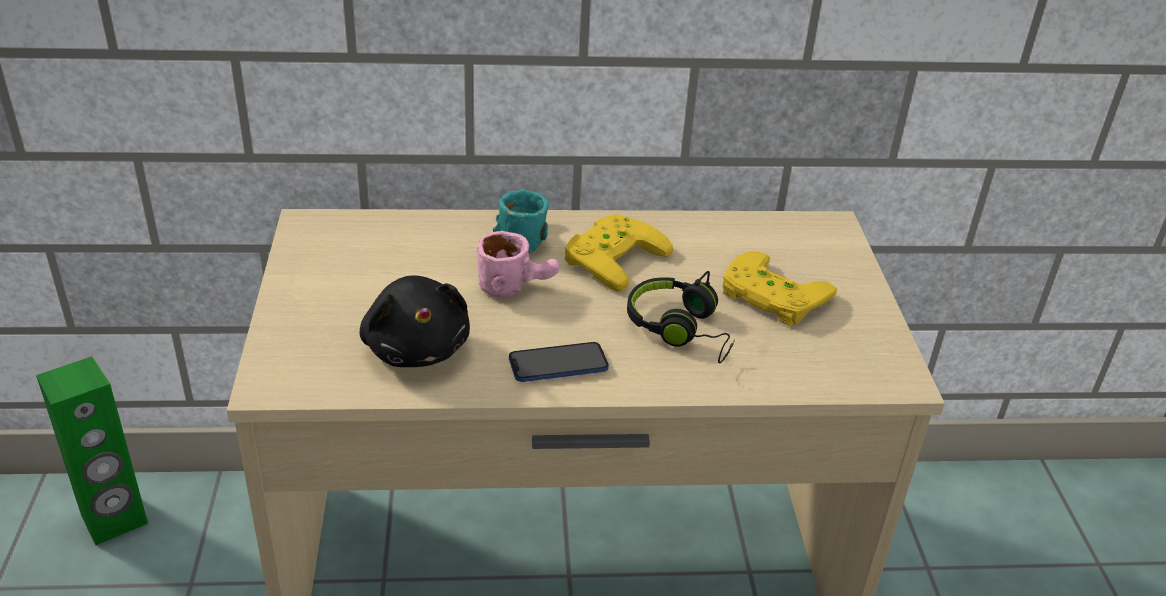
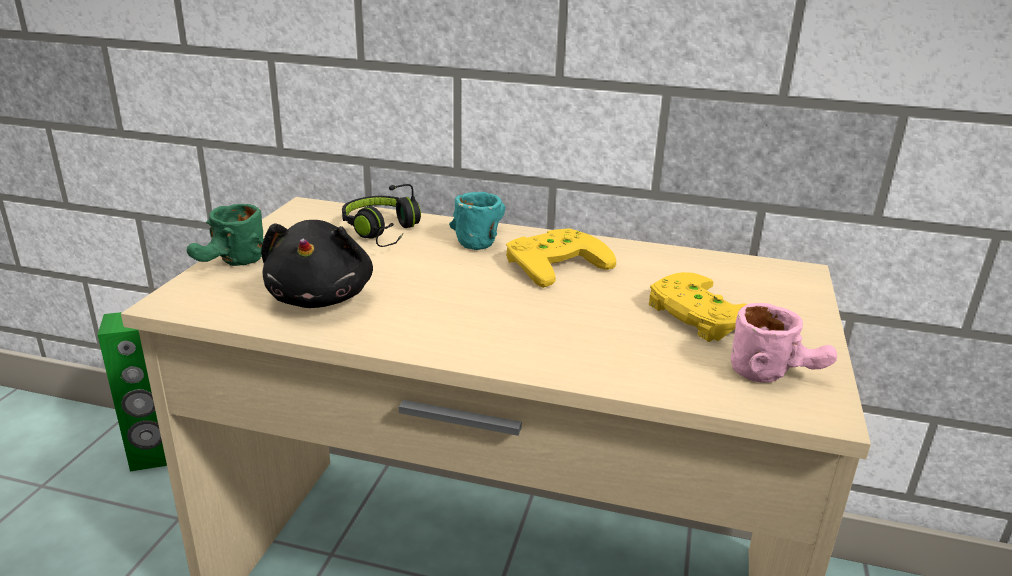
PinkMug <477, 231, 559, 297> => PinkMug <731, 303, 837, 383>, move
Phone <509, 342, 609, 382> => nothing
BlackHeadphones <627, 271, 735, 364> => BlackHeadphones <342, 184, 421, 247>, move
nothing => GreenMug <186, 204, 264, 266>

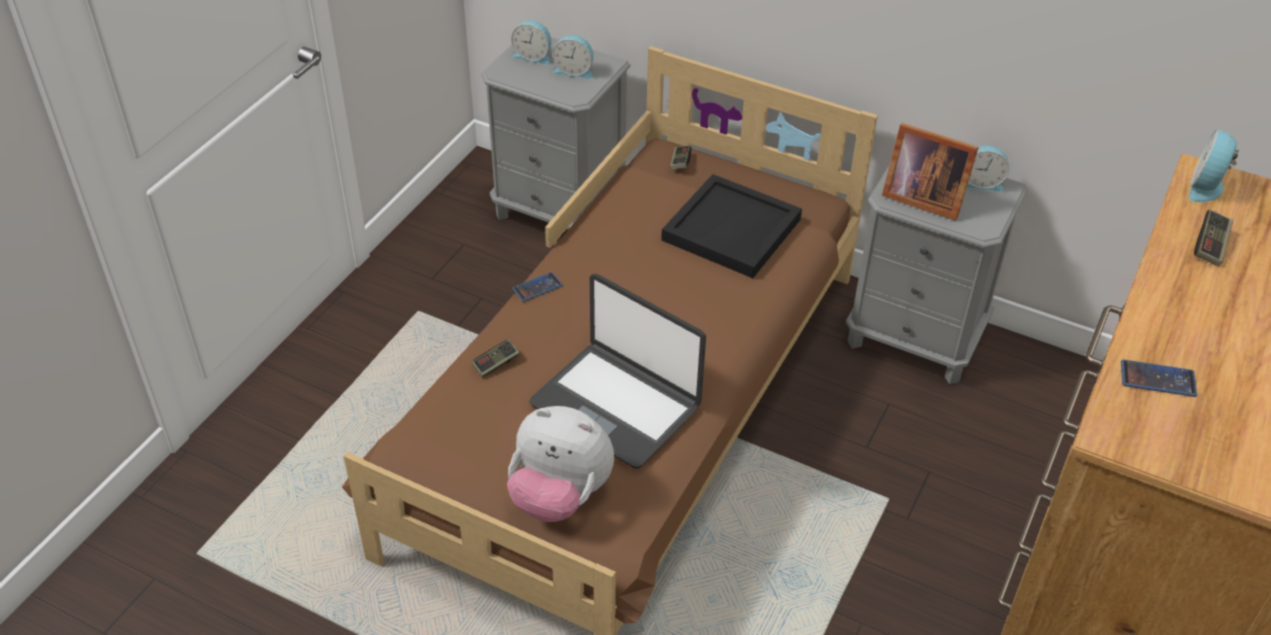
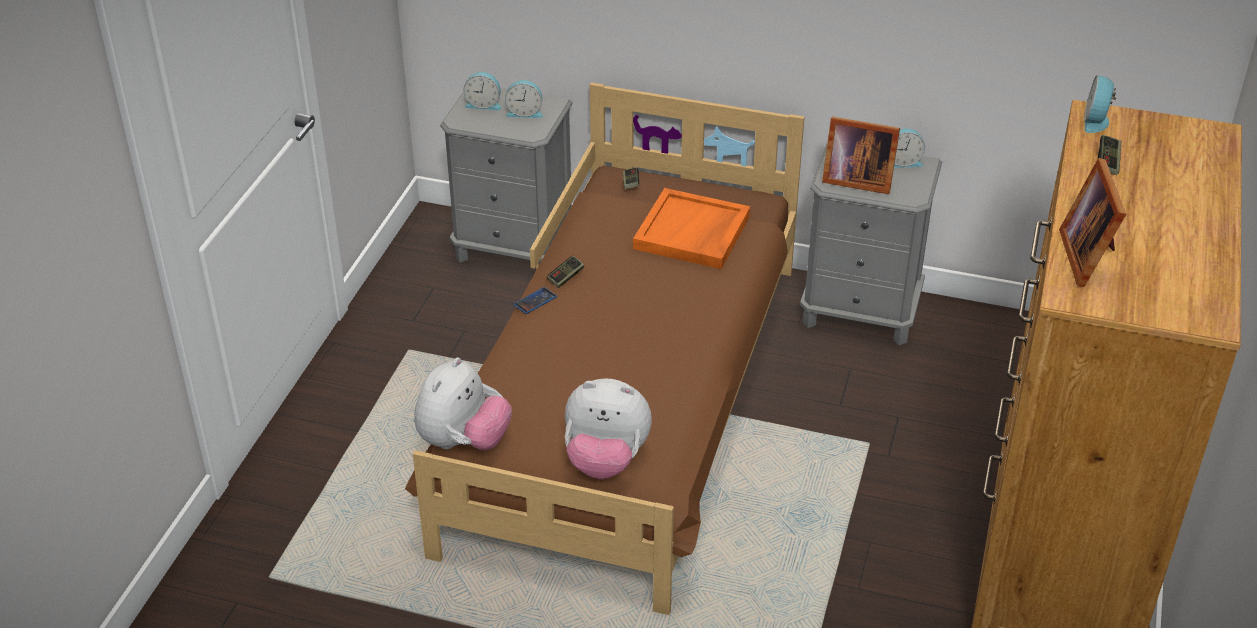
GameController <472, 339, 520, 378> => GameController <547, 256, 584, 288>, move
Laptop <529, 274, 706, 469> => nothing
BlackTray <661, 174, 802, 278> => OrangeTray <633, 188, 750, 269>
Phone <1121, 359, 1197, 397> => PictureFrame <1059, 158, 1126, 287>
nothing => PlushToy <414, 357, 512, 450>

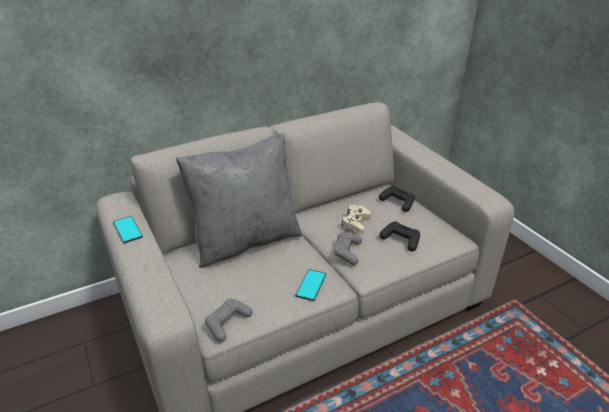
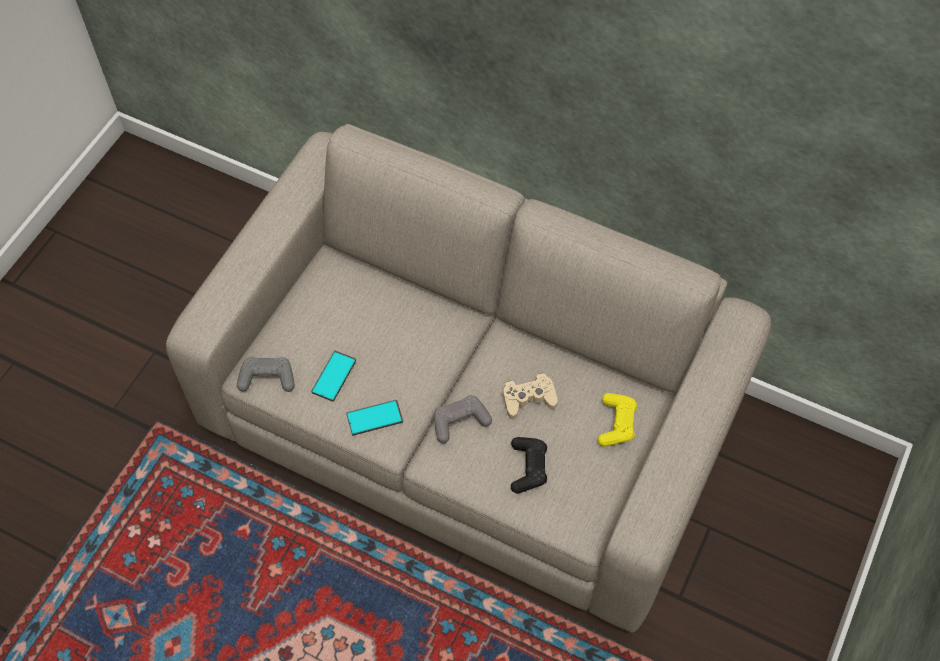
Phone <113, 216, 143, 244> => Phone <311, 351, 356, 402>, move
GreyPillow <176, 133, 302, 268> => nothing
BlackGameController <379, 186, 415, 212> => YellowGameController <598, 393, 637, 447>

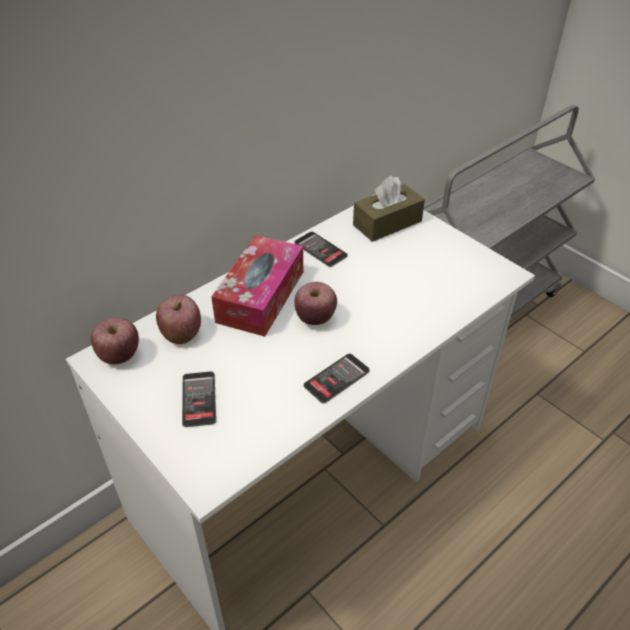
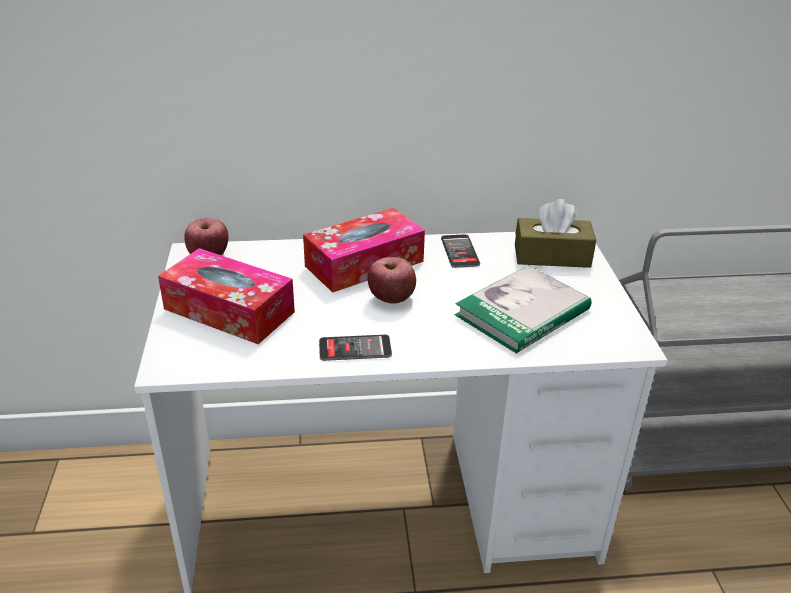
Apple <156, 294, 201, 344> => nothing
Phone <182, 371, 216, 427> => TissueBox <158, 248, 295, 344>
nothing => Book <455, 265, 591, 353>

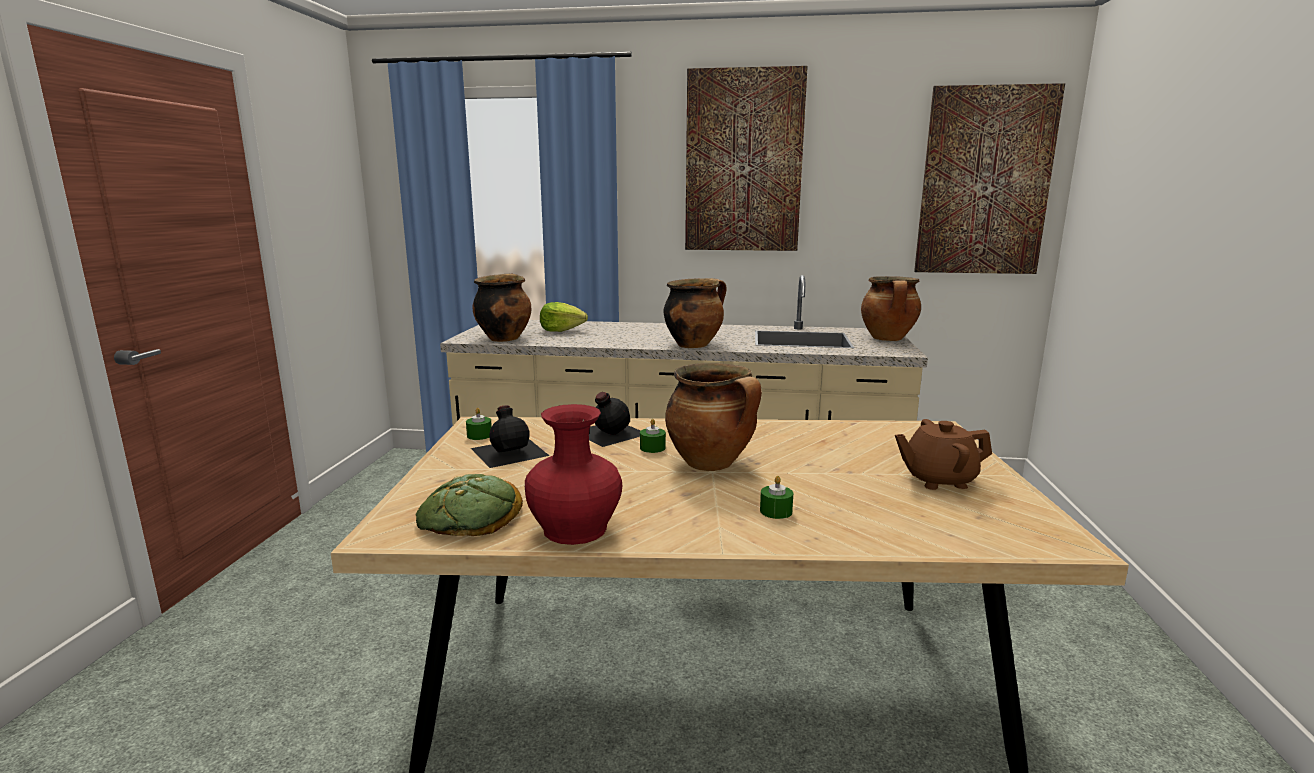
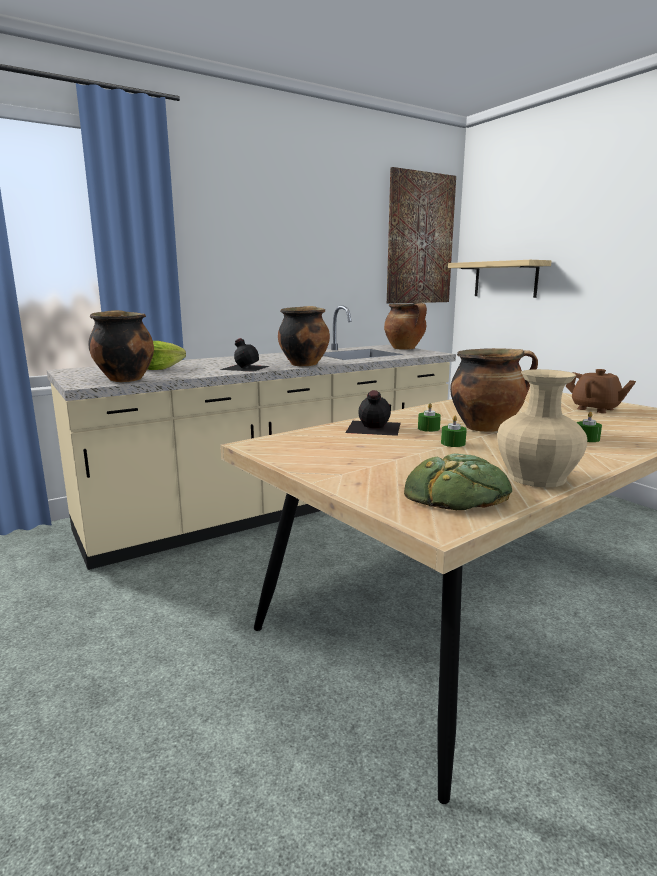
GreenCandle <466, 408, 492, 440> => GreenCandle <441, 416, 467, 447>, move
BlackBottle <471, 405, 550, 468> => BlackBottle <220, 338, 269, 372>, move
RedVase <525, 404, 622, 545> => BeigeVase <497, 369, 587, 488>
Picture <685, 66, 808, 251> => nothing
BrownTeapot <895, 419, 992, 490> => BrownTeapot <566, 369, 636, 413>, 90 degrees counterclockwise
nothing => Shelf <448, 260, 552, 298>

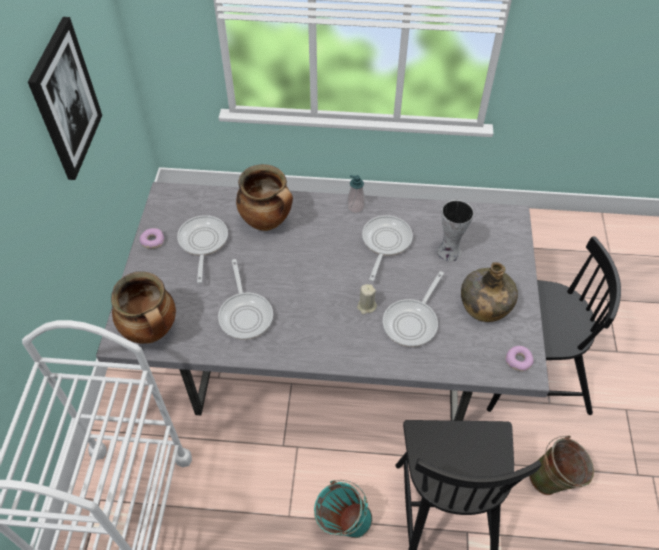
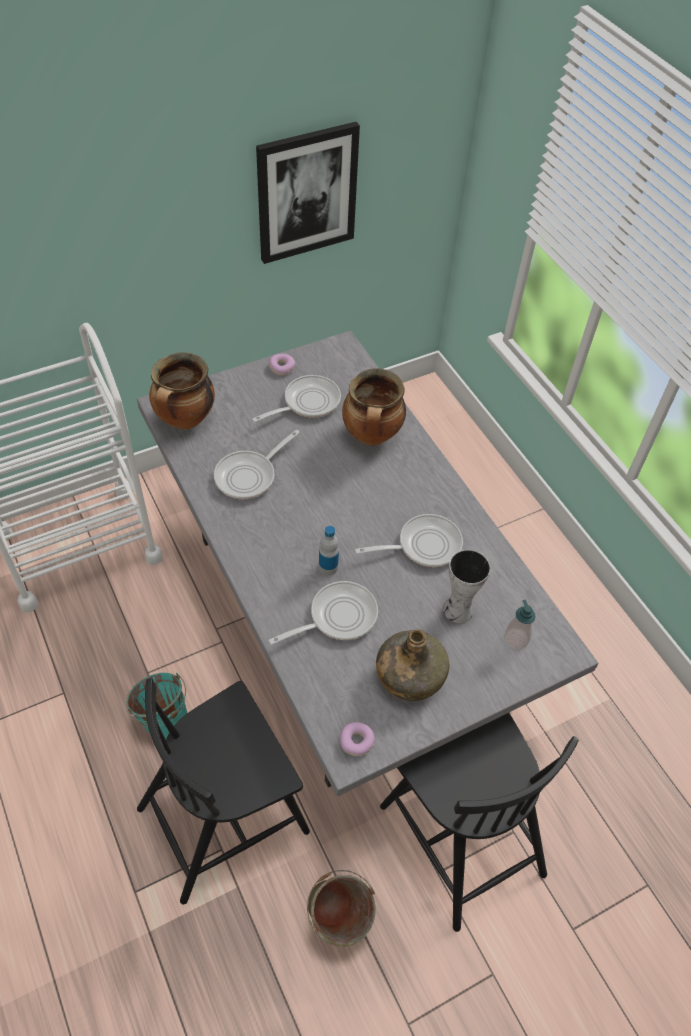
SoapDispenser <347, 175, 365, 213> => SoapDispenser <504, 600, 536, 650>, move
BeigeCandle <357, 284, 377, 314> => Bottle <319, 526, 339, 576>
FryingPan <383, 271, 444, 347> => FryingPan <269, 581, 378, 645>, 150 degrees clockwise

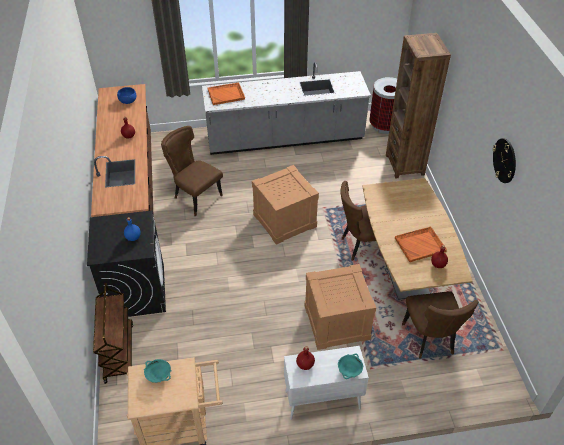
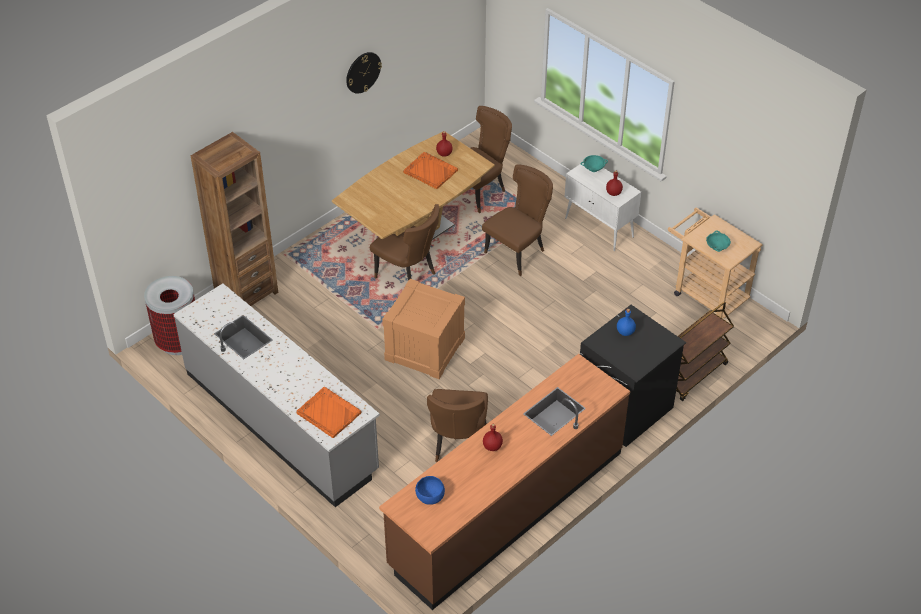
Crate <305, 264, 376, 350> => BrownChair <482, 165, 553, 276>

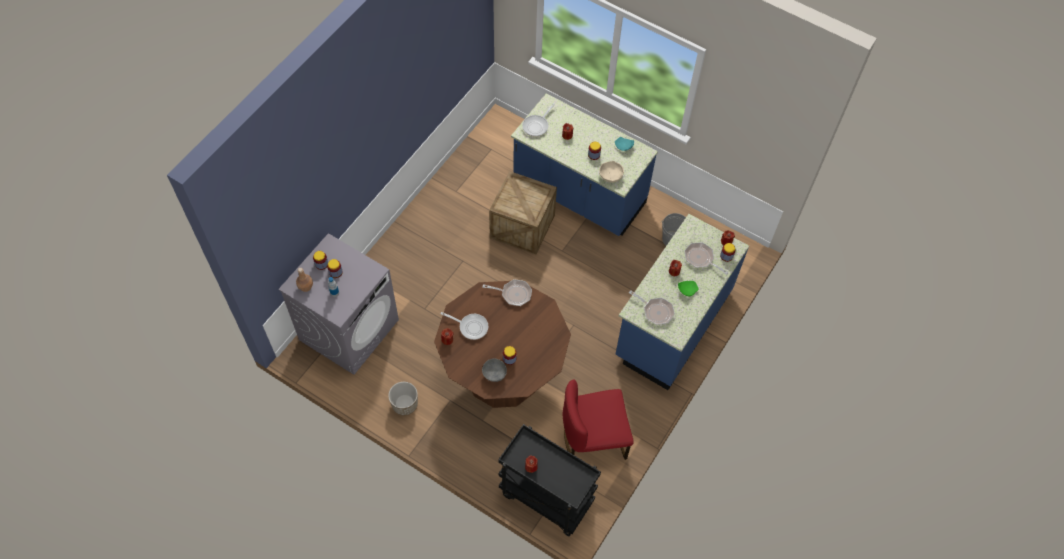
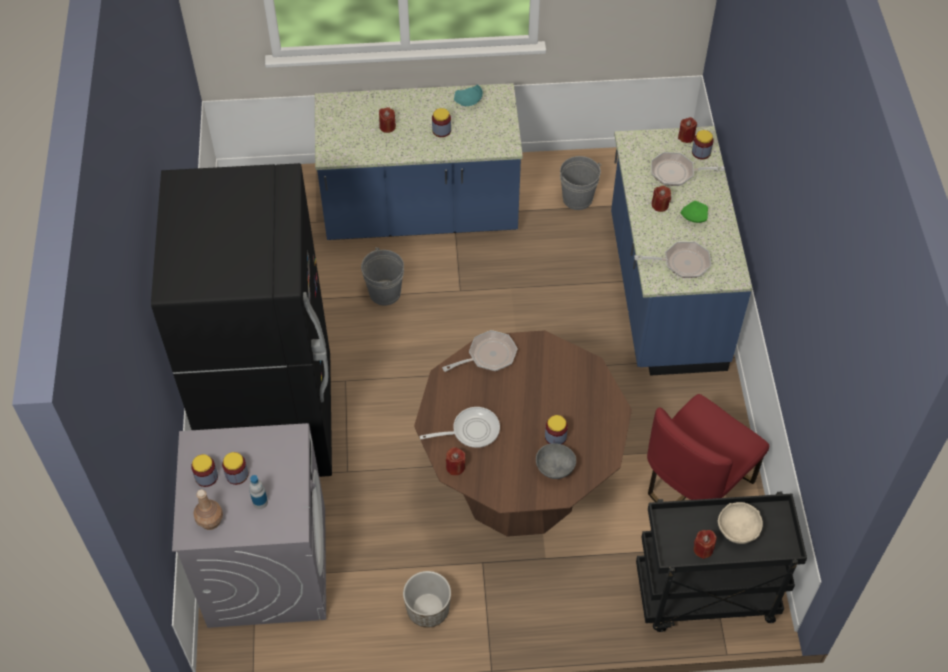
Crate <489, 171, 557, 255> => GreyBucket <361, 248, 404, 306>
FryingPan <522, 103, 555, 137> => nothing
BeigeBowl <599, 161, 624, 183> => BeigeBowl <718, 502, 763, 544>, move
nothing => BlackFridge <151, 163, 332, 477>

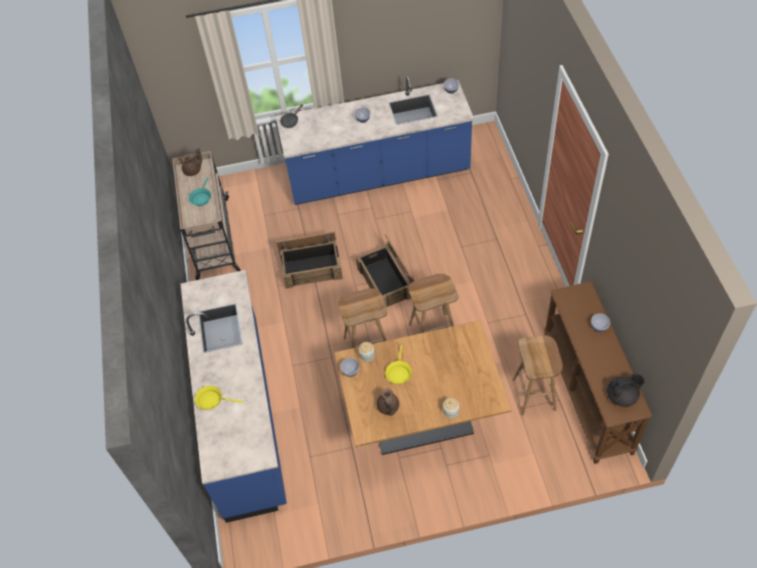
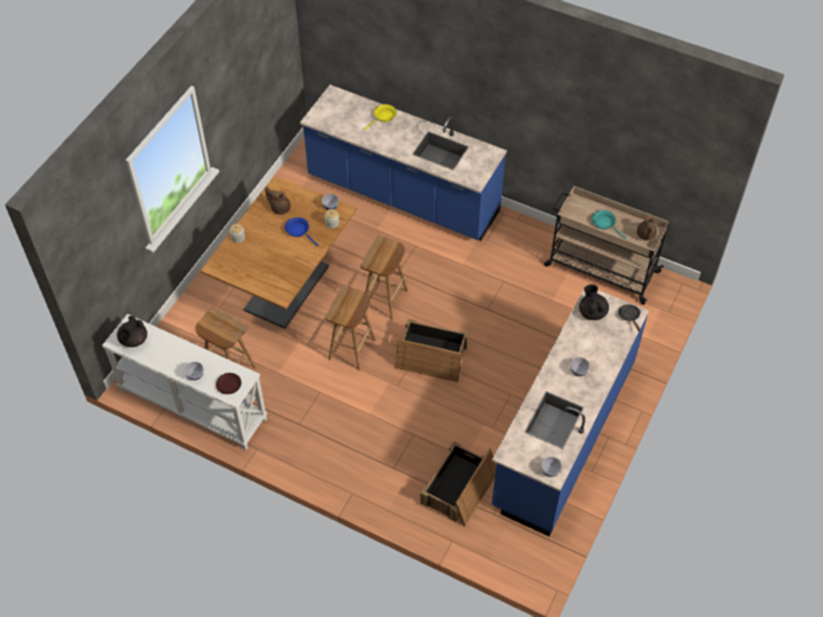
Crate <276, 231, 343, 289> => Crate <420, 441, 496, 526>, move
YellowFryingPan <385, 345, 412, 384> => BlueFryingPan <285, 217, 319, 246>
BrownConsoleTable <544, 281, 652, 464> => WhiteConsoleTable <102, 314, 267, 451>
nothing => BrownPlate <216, 373, 241, 394>
nothing => BlackTeapot <579, 284, 609, 320>

